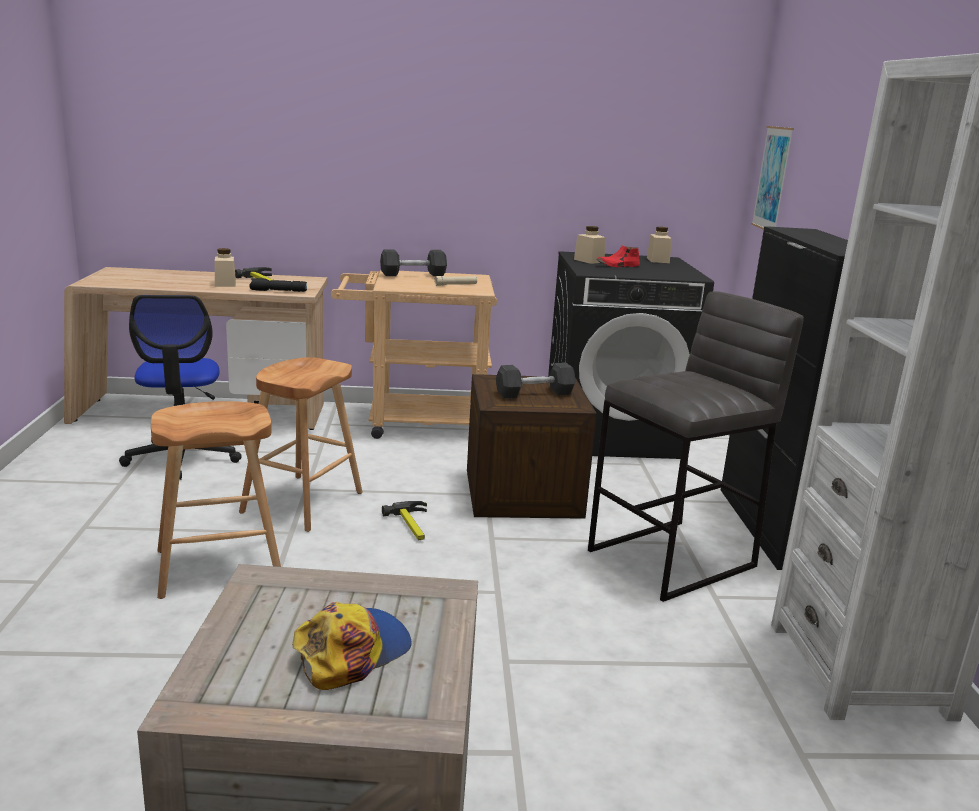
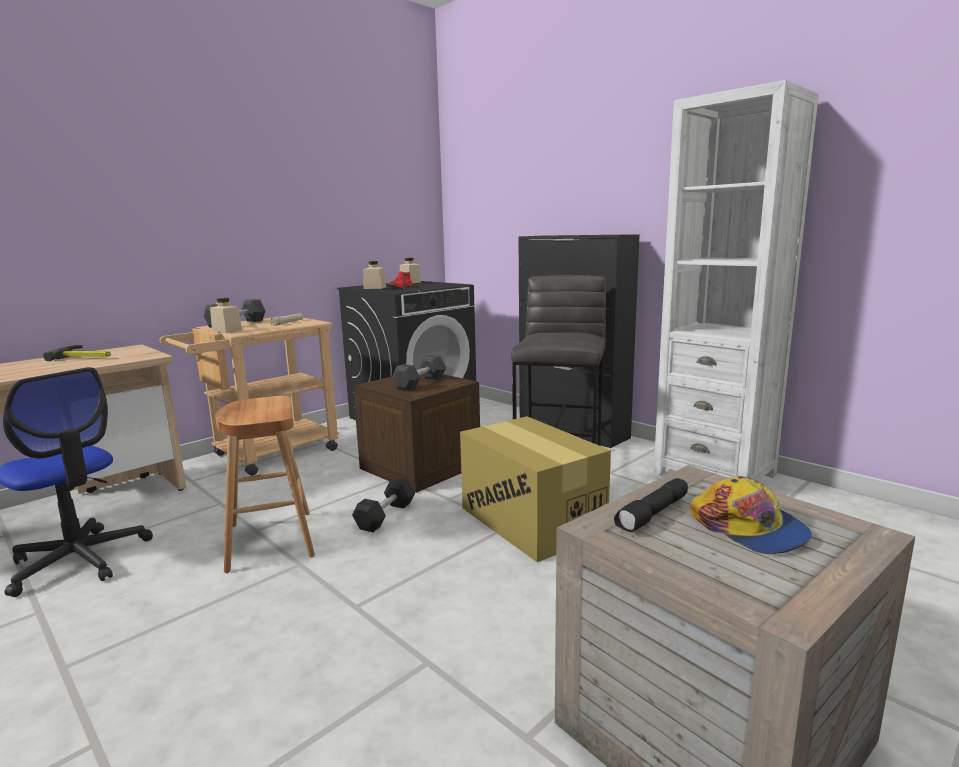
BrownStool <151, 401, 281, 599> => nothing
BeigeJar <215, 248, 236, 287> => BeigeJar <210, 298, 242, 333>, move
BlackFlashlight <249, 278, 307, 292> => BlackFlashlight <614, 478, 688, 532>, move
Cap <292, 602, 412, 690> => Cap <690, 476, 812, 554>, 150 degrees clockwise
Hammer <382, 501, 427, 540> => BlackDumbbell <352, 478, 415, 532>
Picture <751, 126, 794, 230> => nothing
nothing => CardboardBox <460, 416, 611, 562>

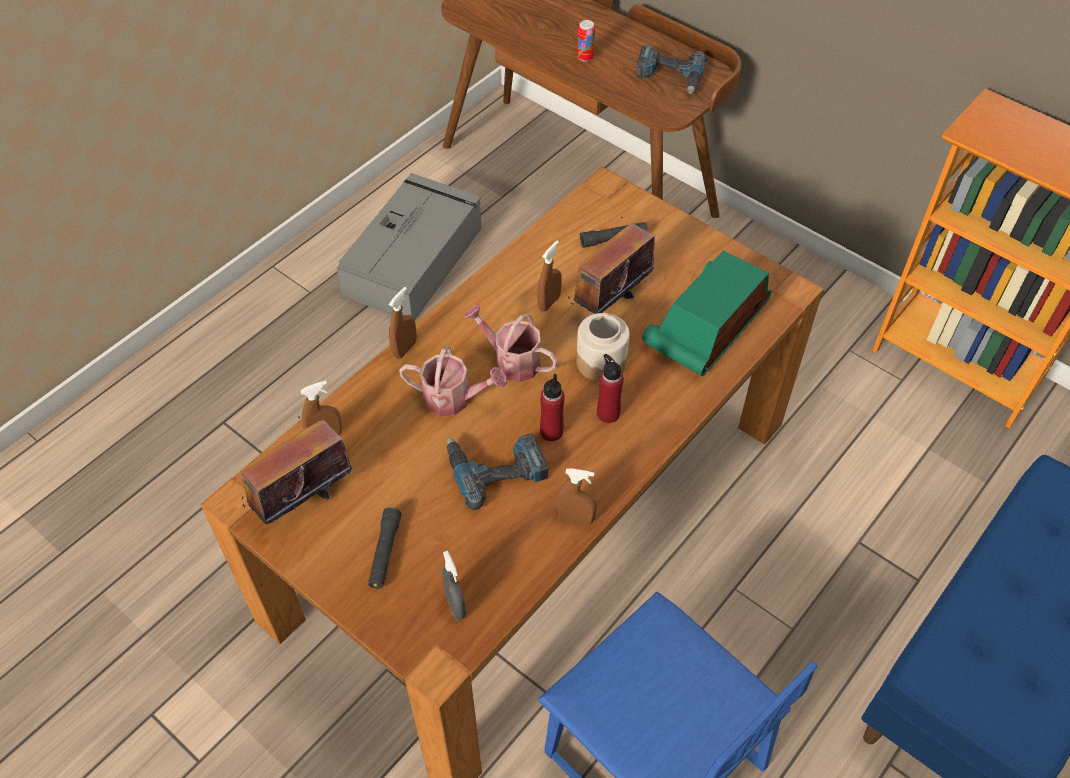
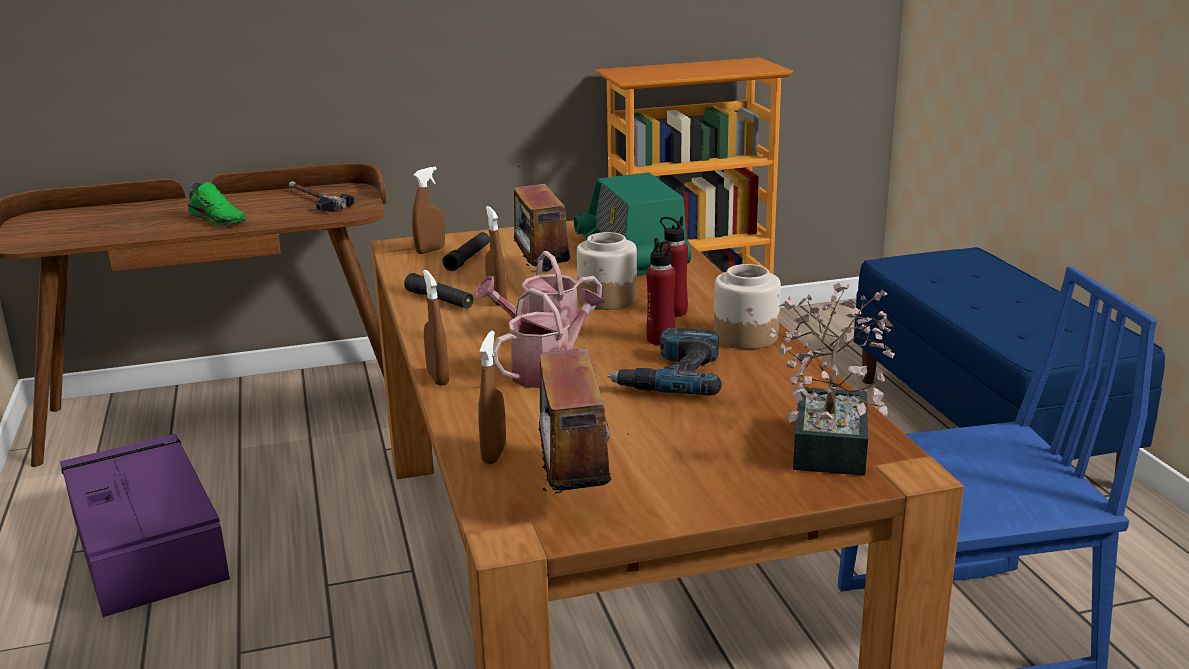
GreyStorageBox <336, 173, 481, 320> => PurpleStorageBox <60, 434, 230, 617>
BlackFlashlight <368, 507, 402, 589> => BlackFlashlight <404, 273, 474, 309>, move
GreySprayBottle <442, 551, 466, 620> => PottedPlant <770, 283, 895, 476>
BrownSprayBottle <556, 468, 597, 525> => BrownSprayBottle <412, 167, 445, 254>, move
Can <577, 20, 595, 62> => GreenShoe <188, 182, 246, 226>
PowerDrill <636, 45, 706, 94> => Hammer <289, 181, 355, 212>
nothing => Jar <714, 264, 781, 349>

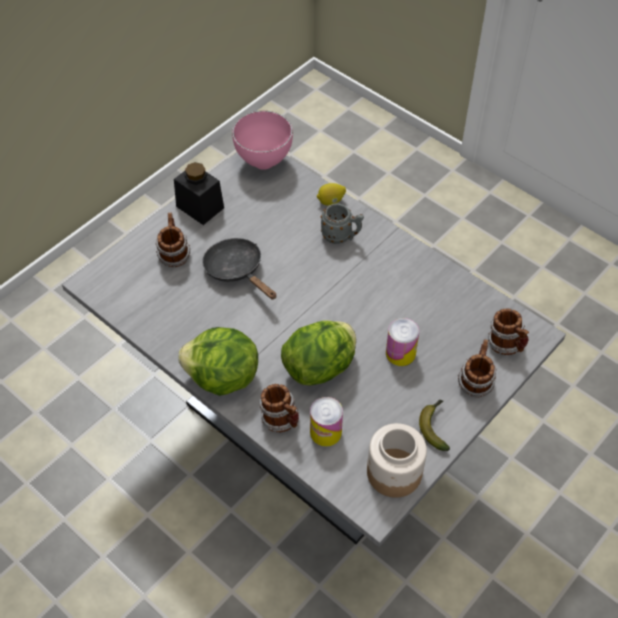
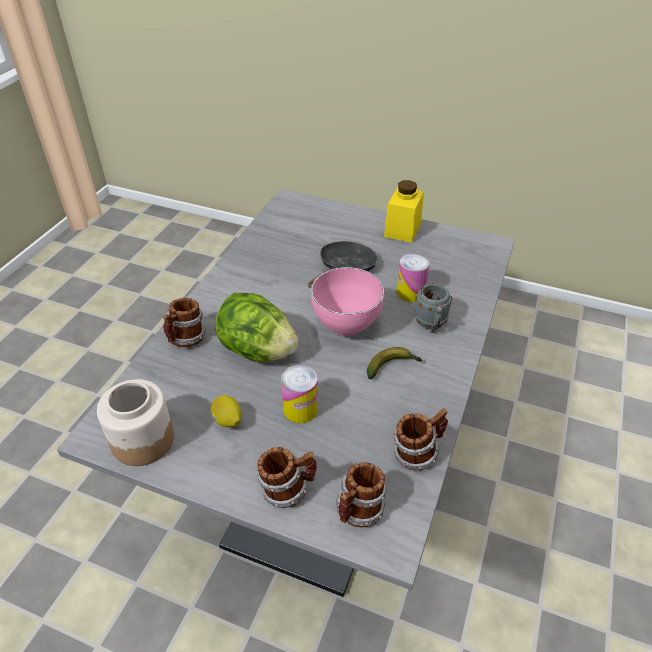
Mug <155, 213, 190, 267> => Mug <394, 409, 448, 471>, move
BlackJar <174, 162, 224, 225> => YellowJar <384, 180, 424, 243>
Lettuce <178, 327, 258, 396> => nothing
PinkBowl <232, 111, 293, 170> => PinkBowl <311, 267, 385, 336>, move
Can <310, 397, 343, 447> => Can <396, 253, 430, 302>, move
Lemon <317, 183, 346, 206> => Lemon <211, 395, 242, 428>, move
Banana <419, 400, 450, 451> => Banana <367, 347, 422, 379>, move

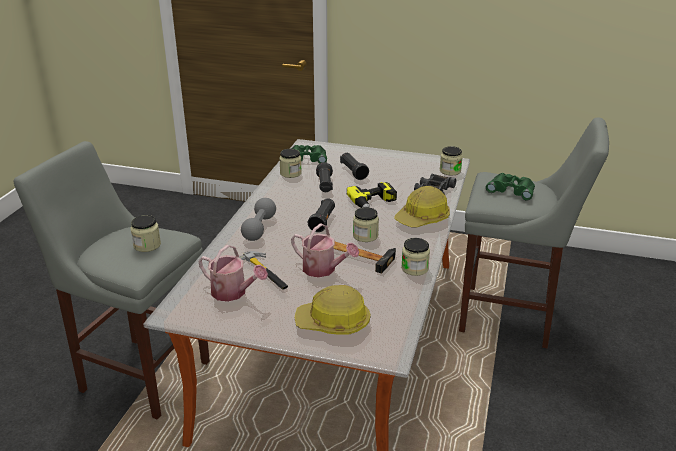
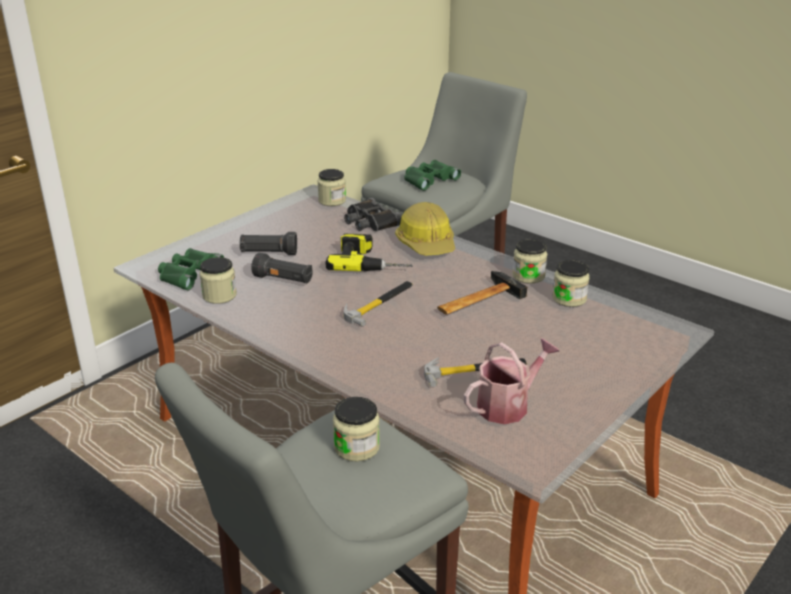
GreyDumbbell <241, 198, 276, 241> => nothing
WateringCan <291, 223, 359, 278> => nothing
HardHat <295, 285, 371, 335> => nothing
BlackFlashlight <308, 198, 335, 232> => Hammer <344, 281, 413, 327>
Jar <353, 207, 379, 242> => Jar <552, 260, 590, 307>, move

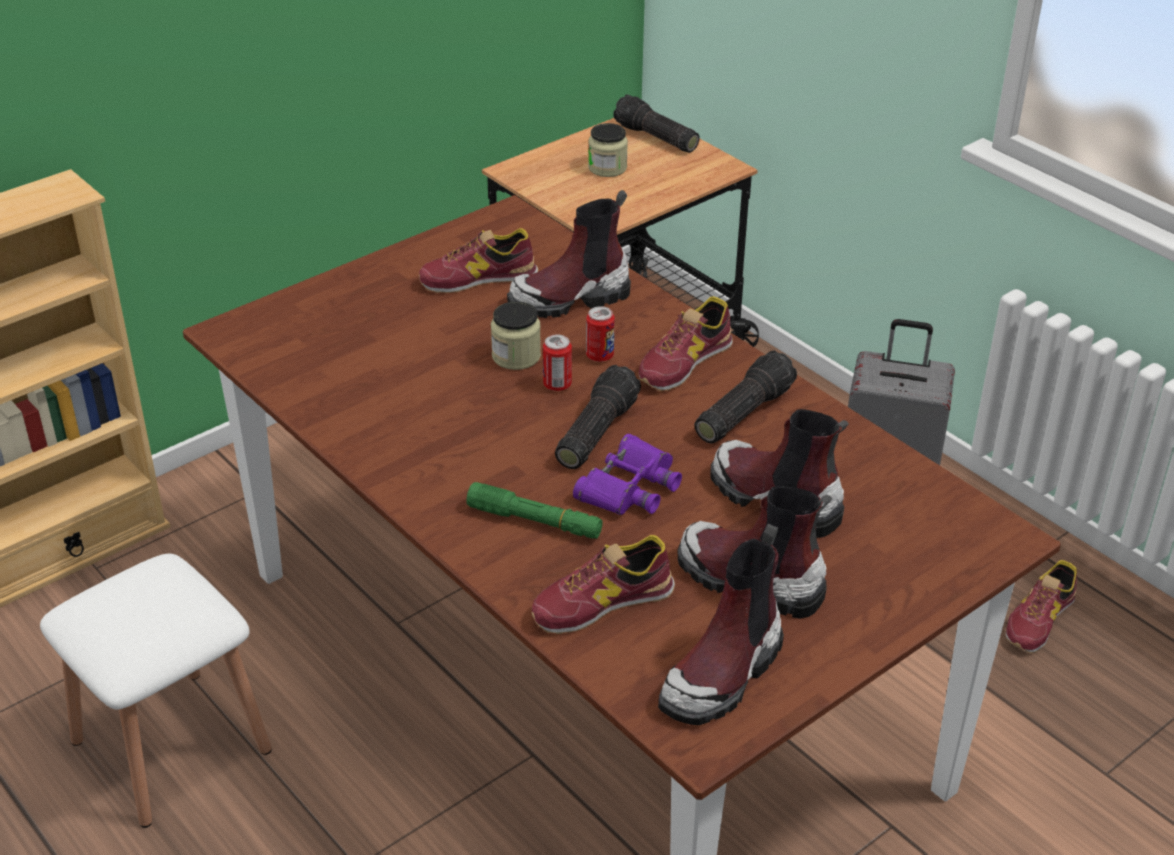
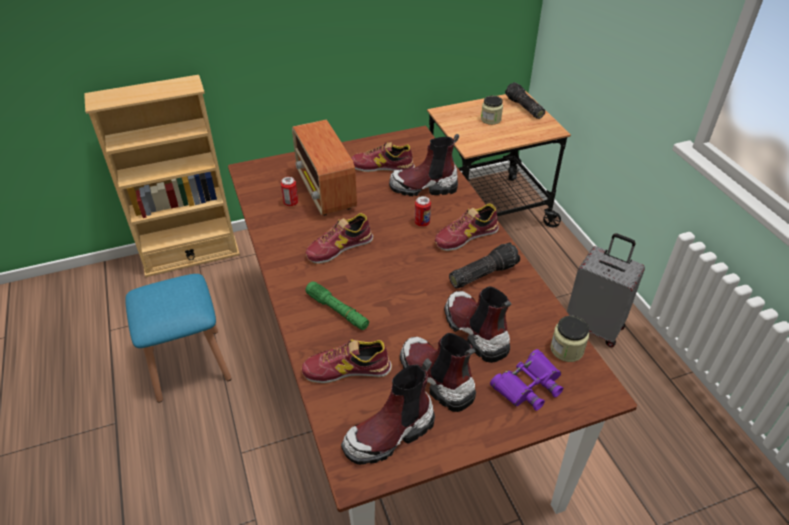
WhiteStool <40, 554, 272, 828> => BlueStool <125, 274, 231, 403>
Jar <491, 301, 541, 370> => Jar <551, 316, 589, 362>, move
Can <543, 334, 572, 391> => Can <281, 177, 298, 206>, move
Flashlight <555, 365, 641, 469> => nothing
PurpleBinoculars <573, 434, 682, 515> => PurpleBinoculars <490, 349, 563, 411>, move
Shoe <1006, 560, 1077, 653> => Shoe <306, 213, 373, 264>, move
nothing => Radio <292, 120, 357, 216>

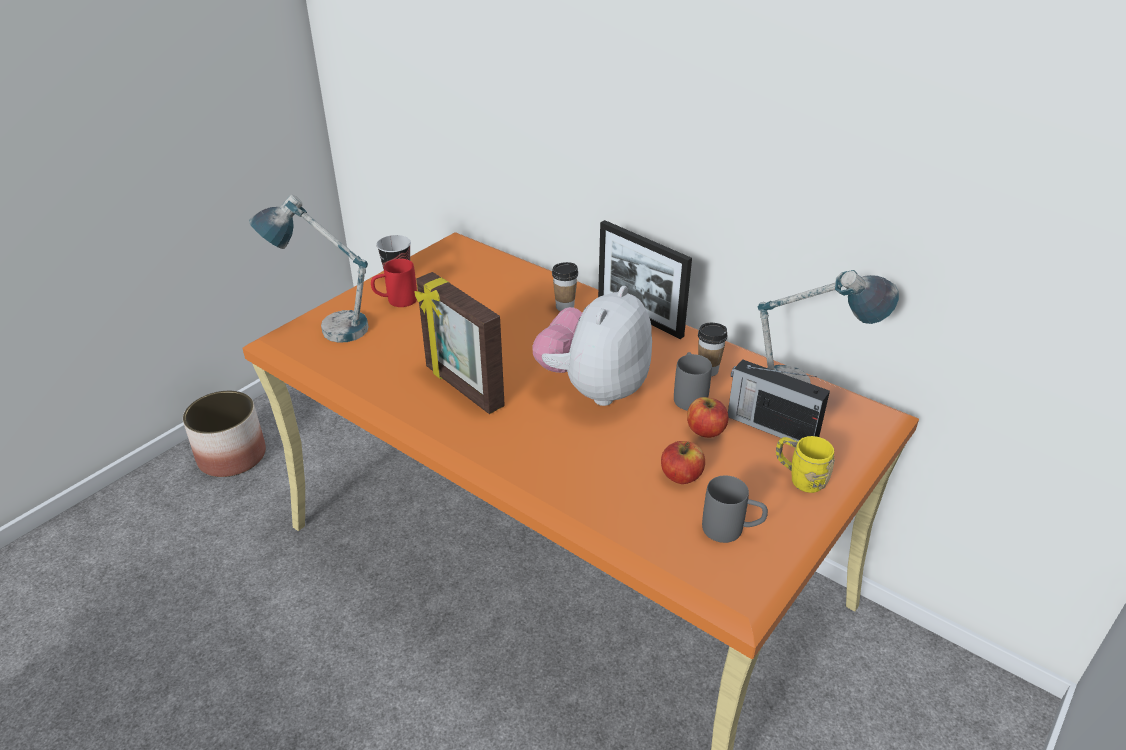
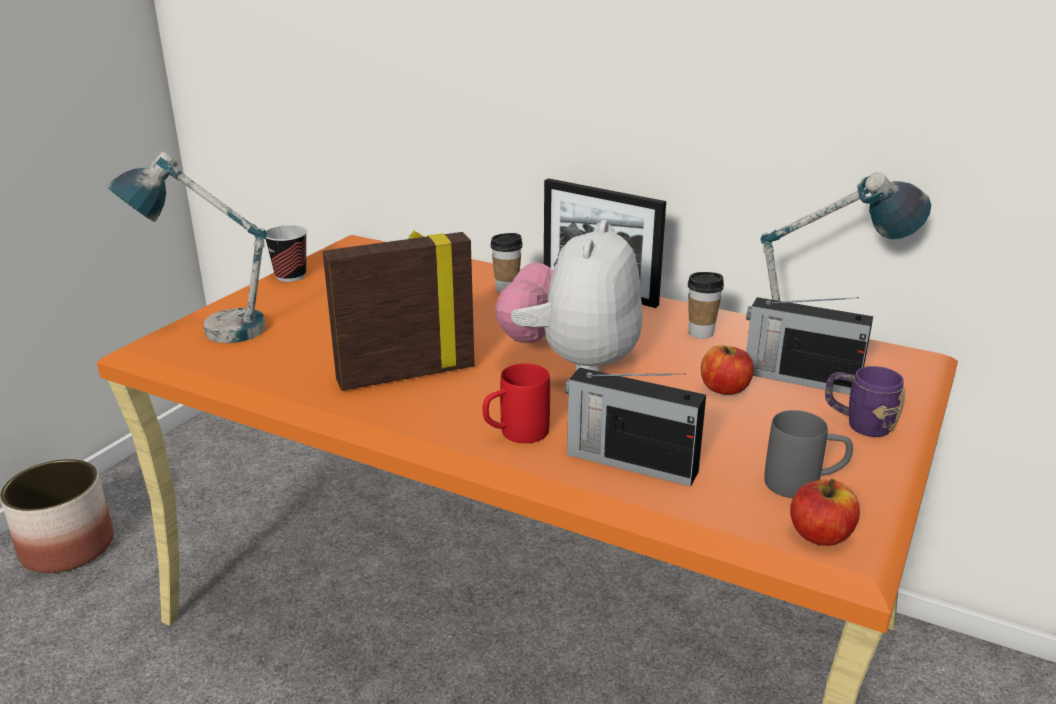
RedMug <371, 259, 417, 307> => RedMug <483, 363, 550, 443>, move
PictureFrame <414, 272, 505, 414> => PictureFrame <323, 231, 475, 391>, 120 degrees clockwise
Apple <661, 441, 705, 484> => Apple <790, 478, 860, 546>, move
GreyMug <674, 352, 712, 411> => nothing
YellowMug <776, 436, 835, 493> => PurpleMug <825, 366, 905, 437>
nothing => Radio <565, 367, 706, 486>

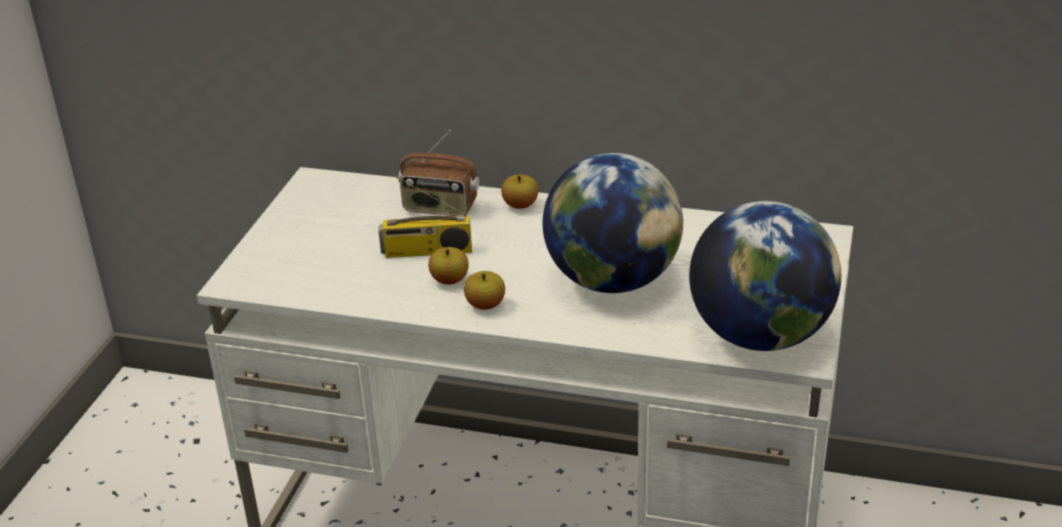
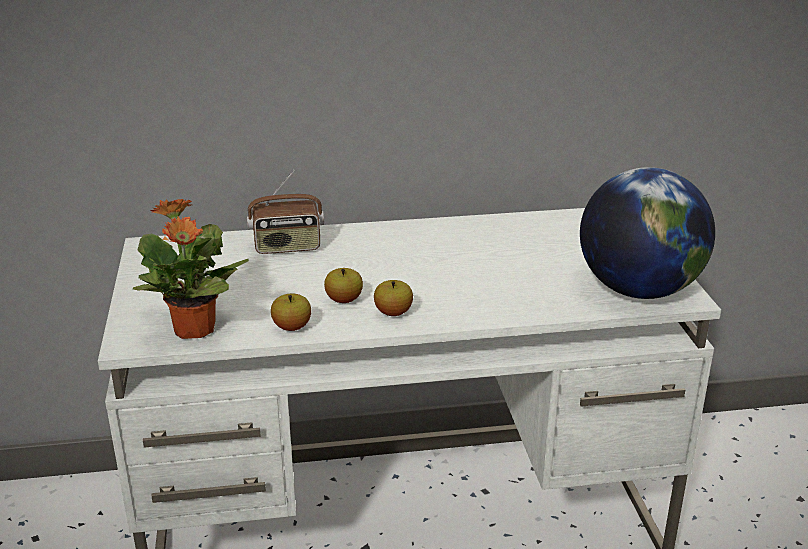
Radio <378, 174, 472, 258> => nothing
Apple <501, 174, 538, 209> => Apple <271, 294, 311, 331>, move
Globe <543, 153, 683, 293> => nothing
nothing => PottedPlant <133, 198, 249, 339>

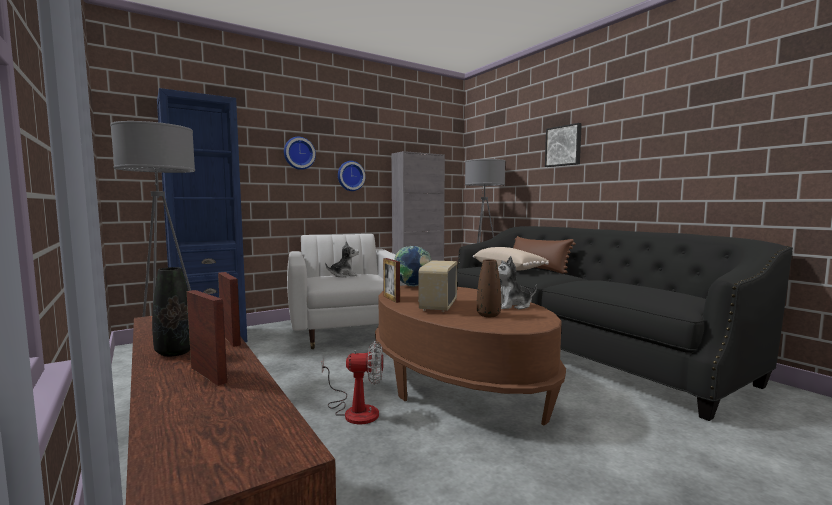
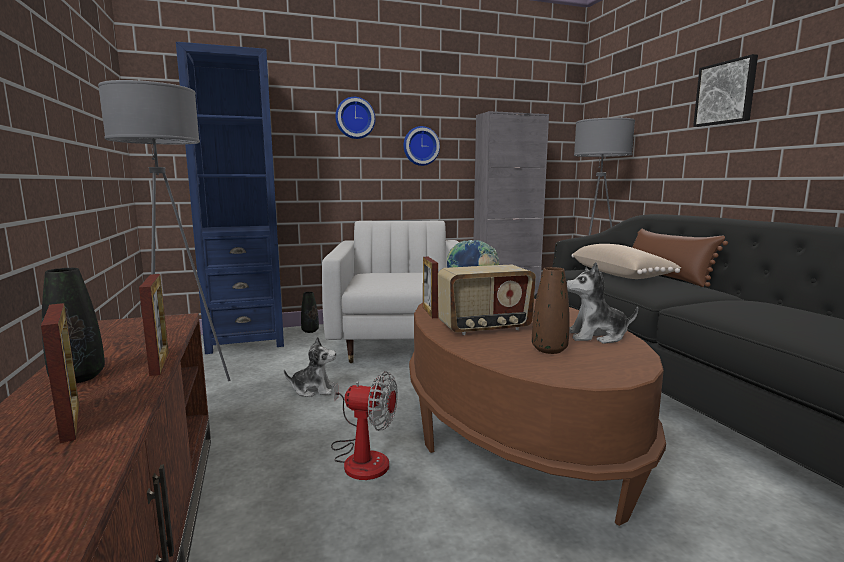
PlushToy <325, 241, 359, 277> => PlushToy <284, 336, 336, 397>, move
Radio <418, 260, 457, 312> => Radio <438, 265, 536, 335>, 135 degrees counterclockwise
nothing => BlackVase <301, 292, 319, 333>

